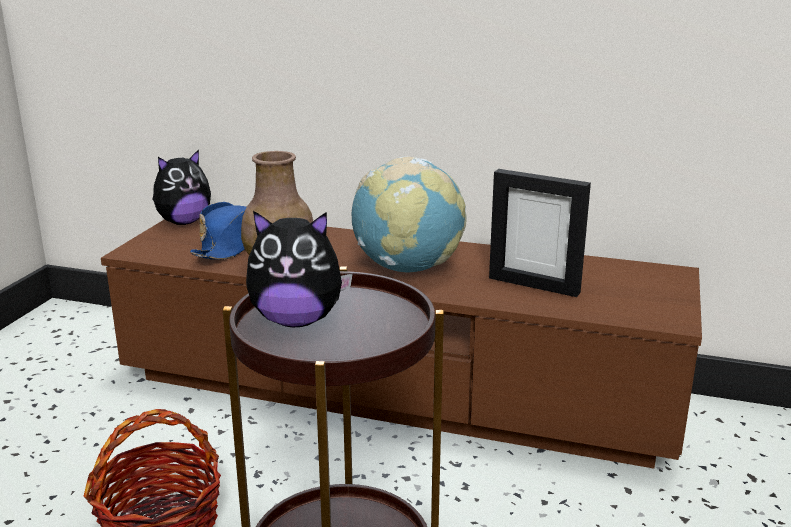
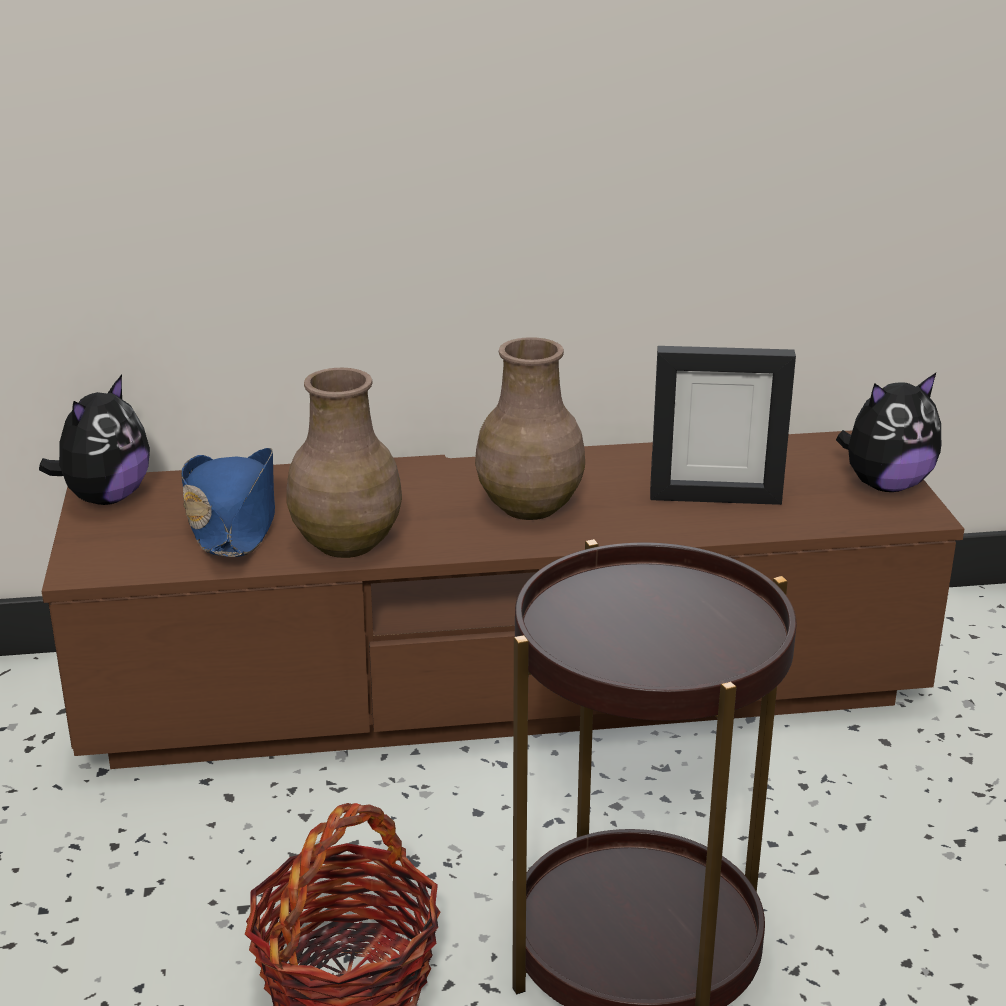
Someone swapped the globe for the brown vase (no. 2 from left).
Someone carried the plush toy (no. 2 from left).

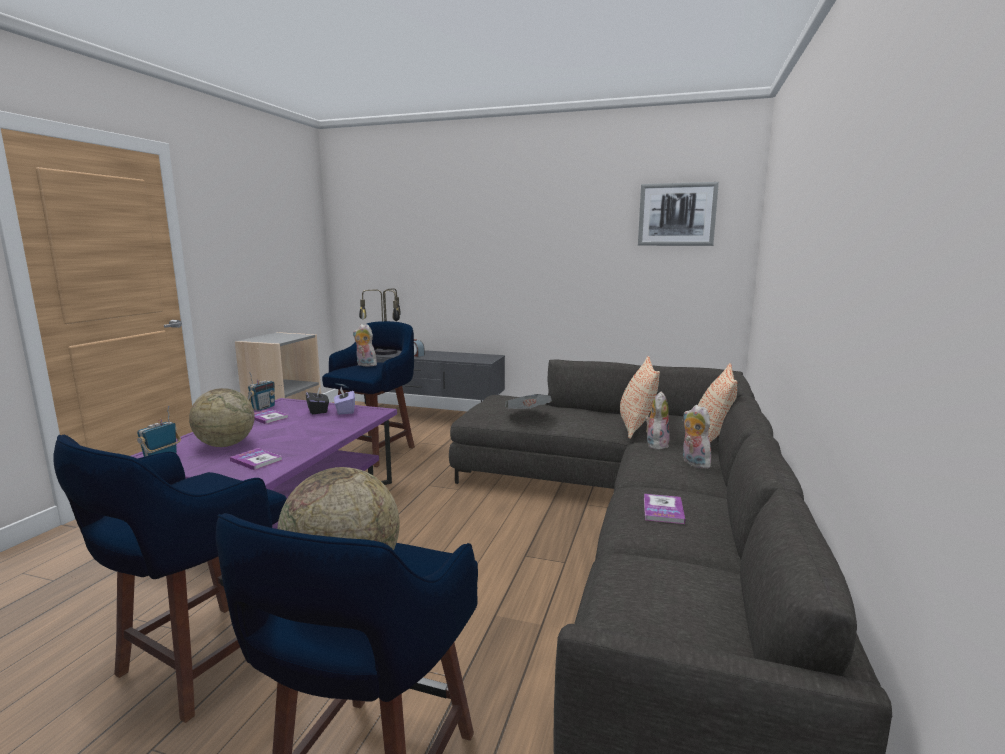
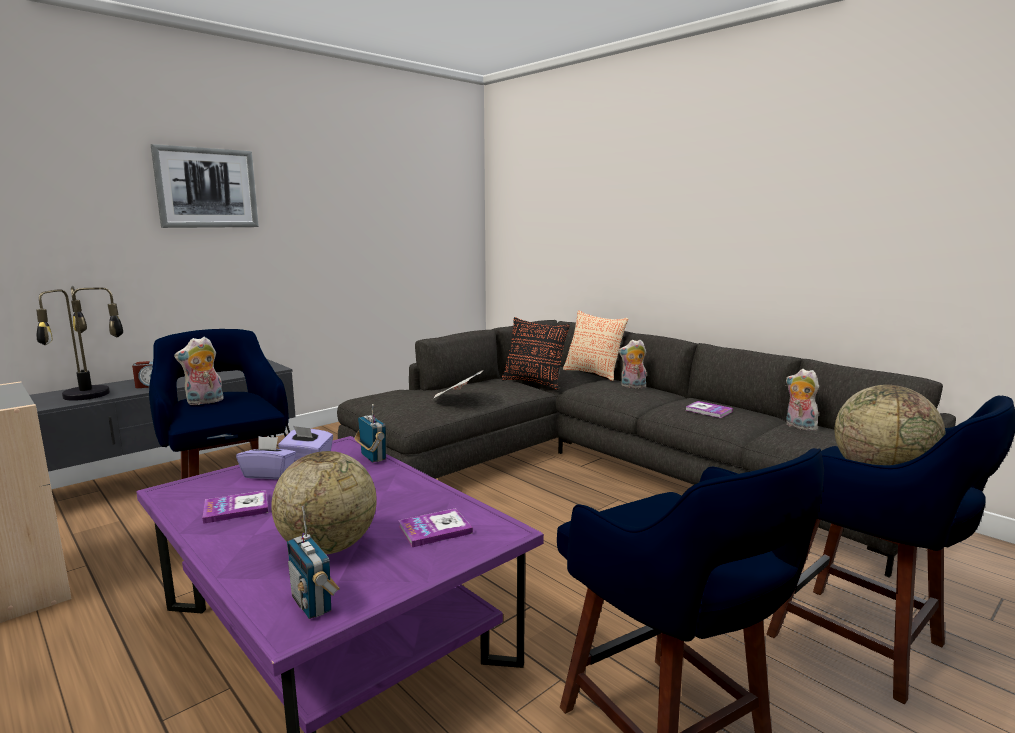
Someone carried the picture.
Someone repainted the beige pillow (no. 1 from left), which became the black pillow.
Someone carried the radio (no. 2 from left).
Someone repainted the black tissue box, which became the purple tissue box (no. 1 from left).
Someone carried the plush toy (no. 2 from left in the first image).

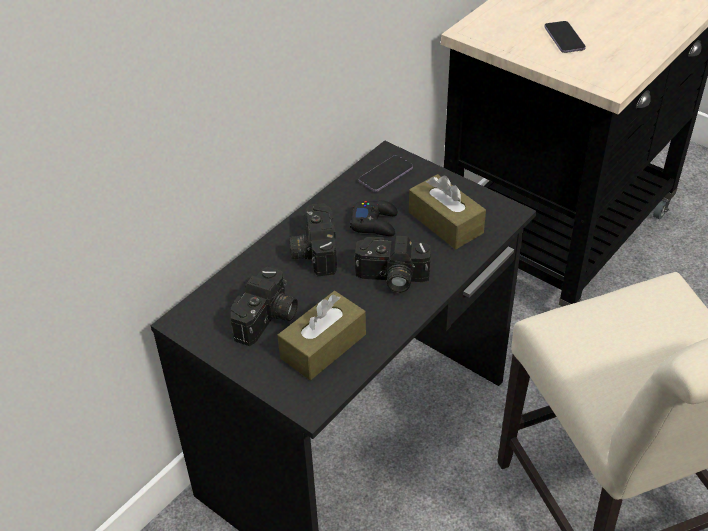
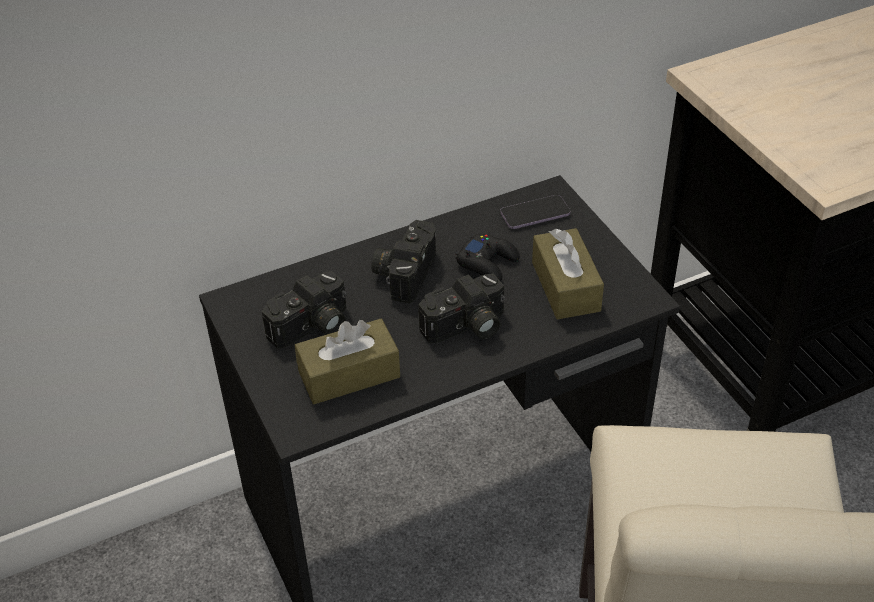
Someone took away the phone (no. 2 from left).
Someone rotated the photo camera (no. 3 from left) by 60 degrees counterclockwise.

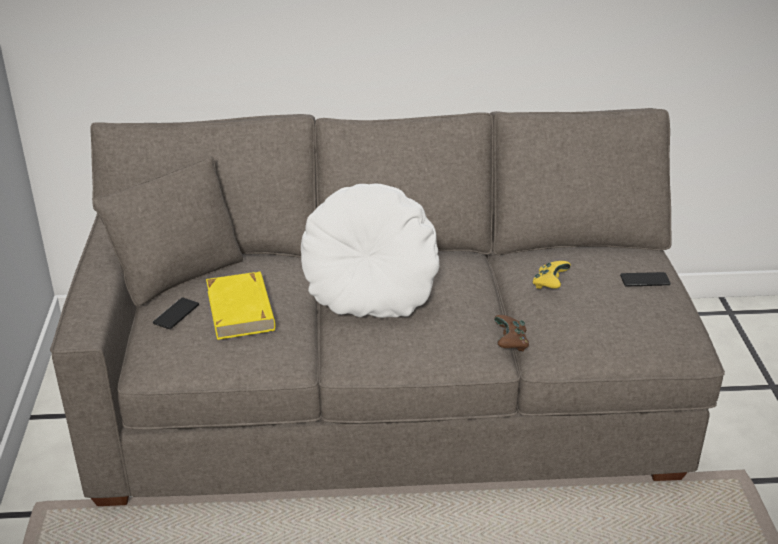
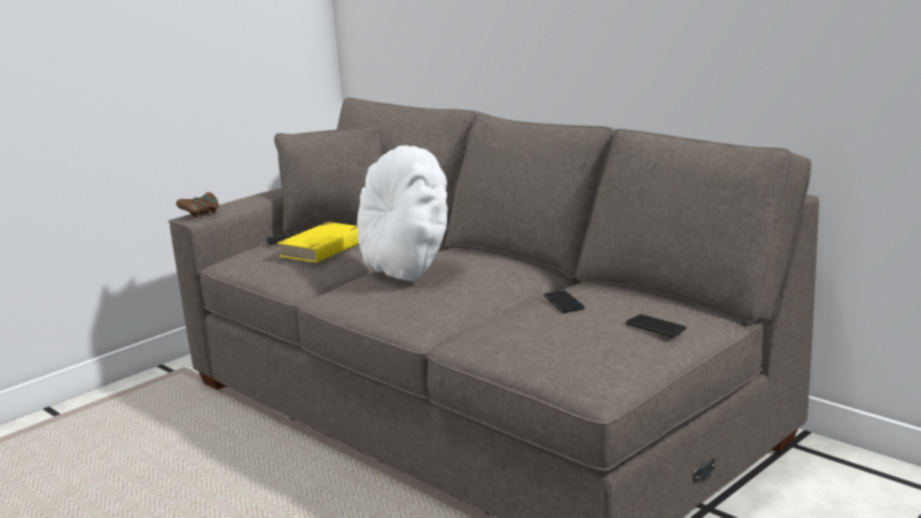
Someone swapped the yellow game controller for the phone (no. 2 from left).
Someone carried the brown game controller.

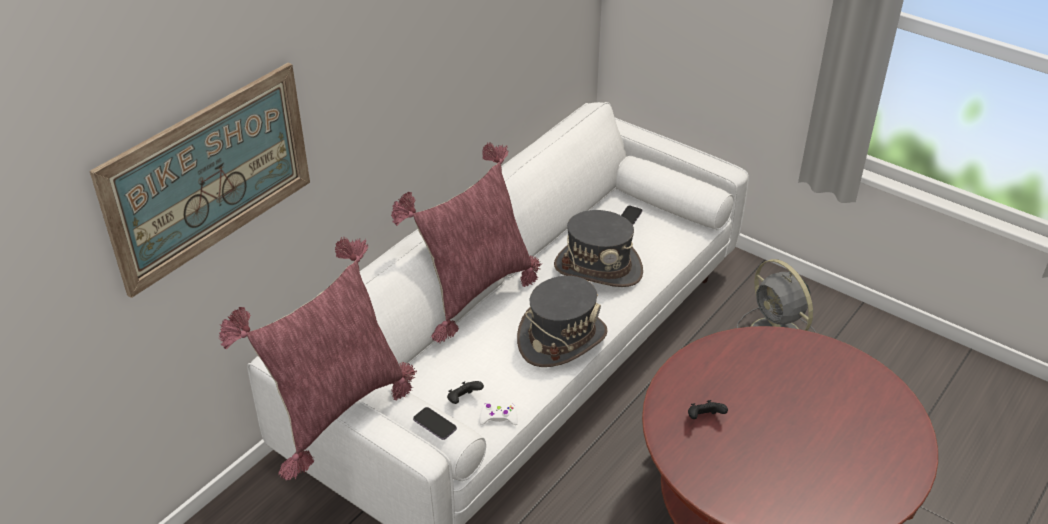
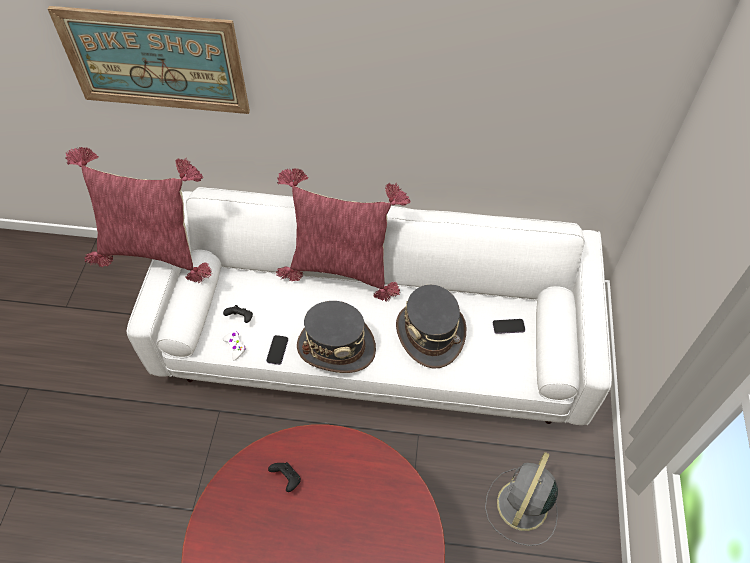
Someone carried the phone (no. 1 from left).

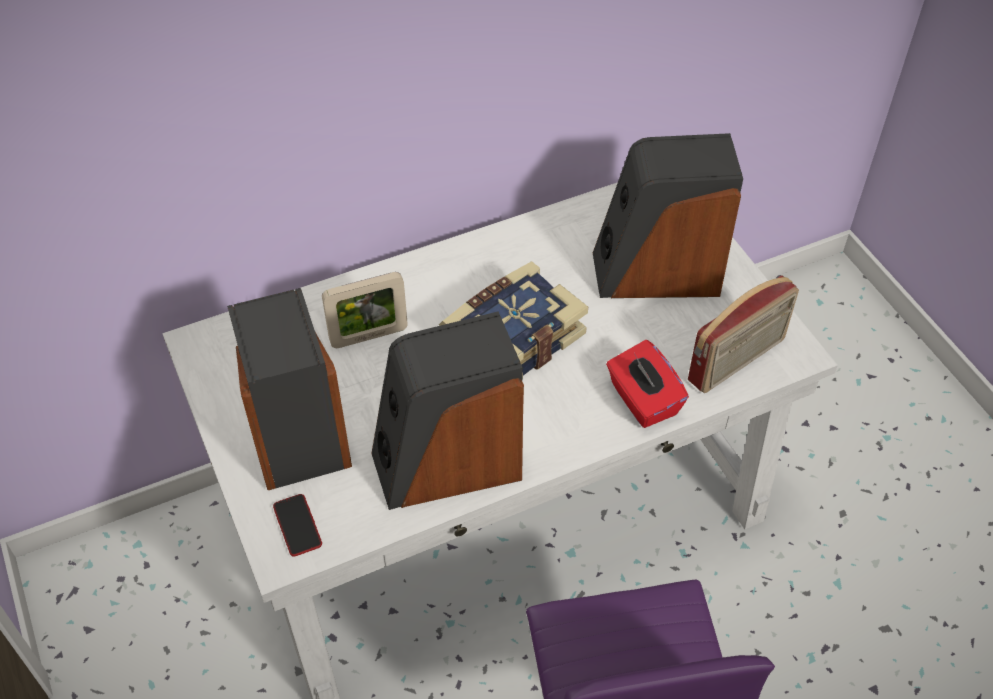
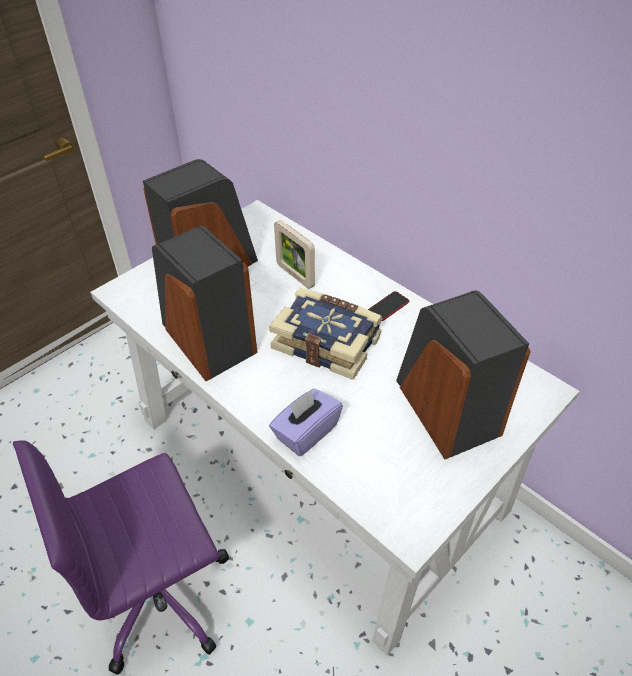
Someone took away the radio.
Someone repainted the red tissue box, which became the purple tissue box.
Someone carried the phone.

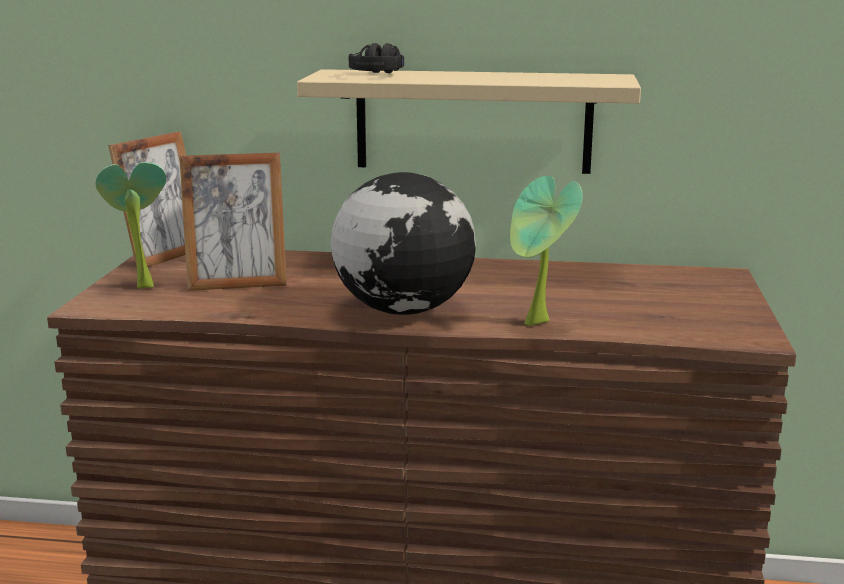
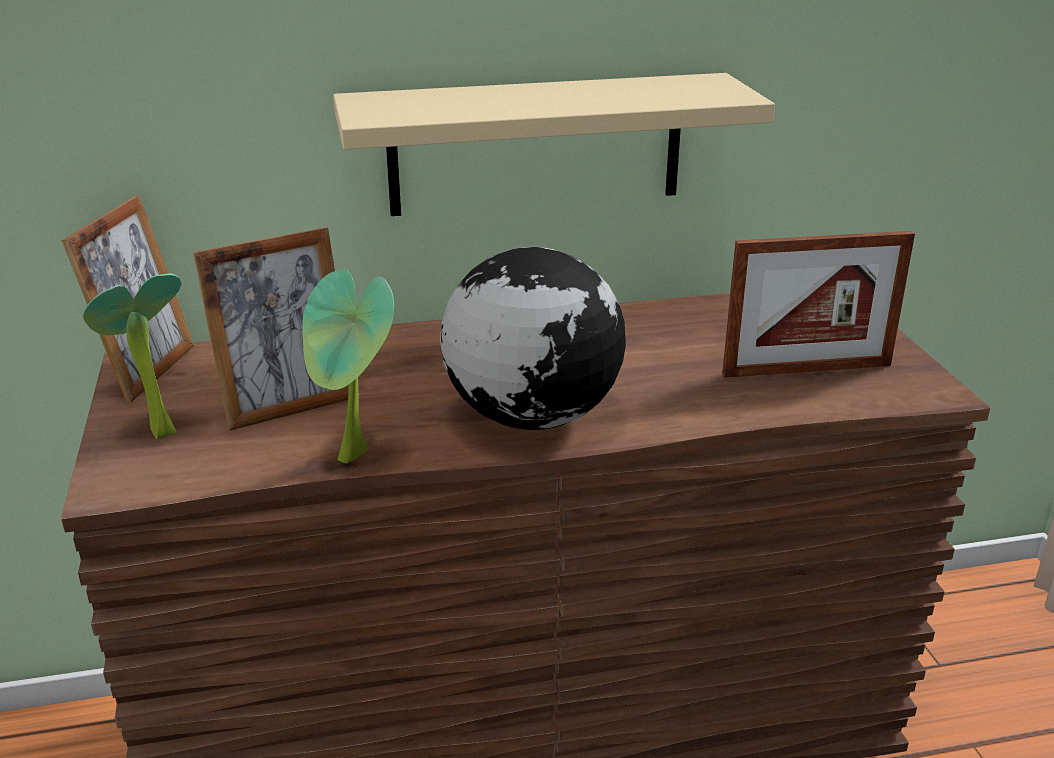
Someone took away the black headphones.
Someone carried the potted plant (no. 2 from left).
Someone put down the picture frame (no. 3 from left).

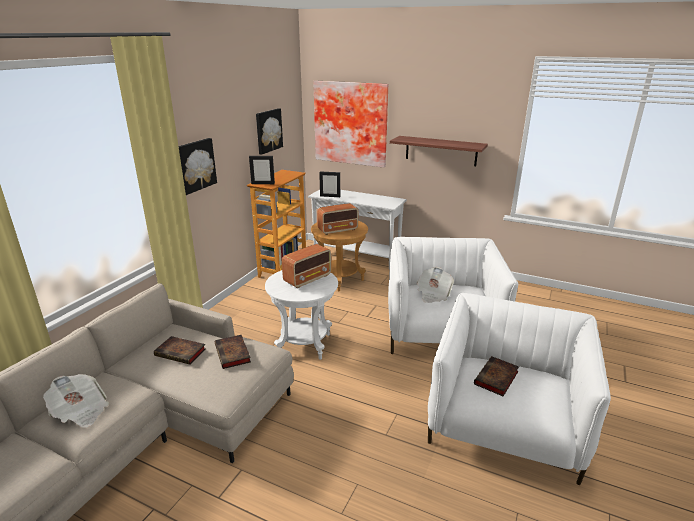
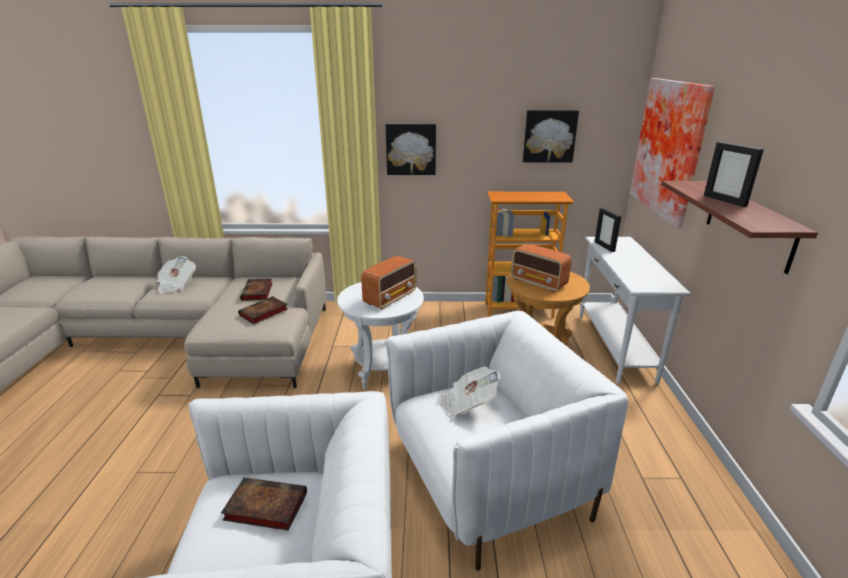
Someone carried the picture frame (no. 1 from left in the first image).
Someone rotated the radio (no. 1 from left) by 75 degrees counterclockwise.

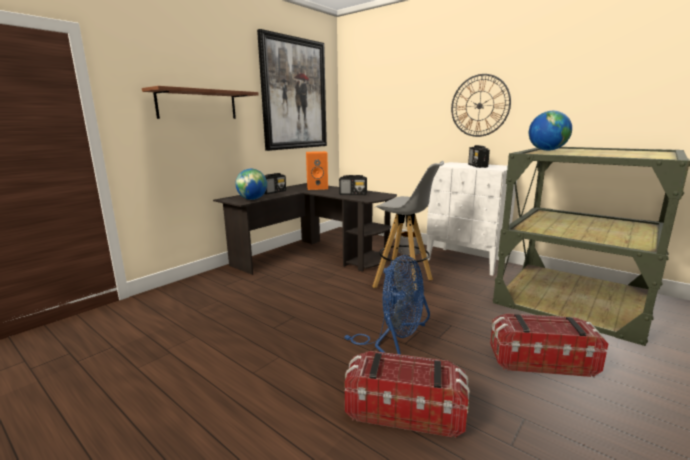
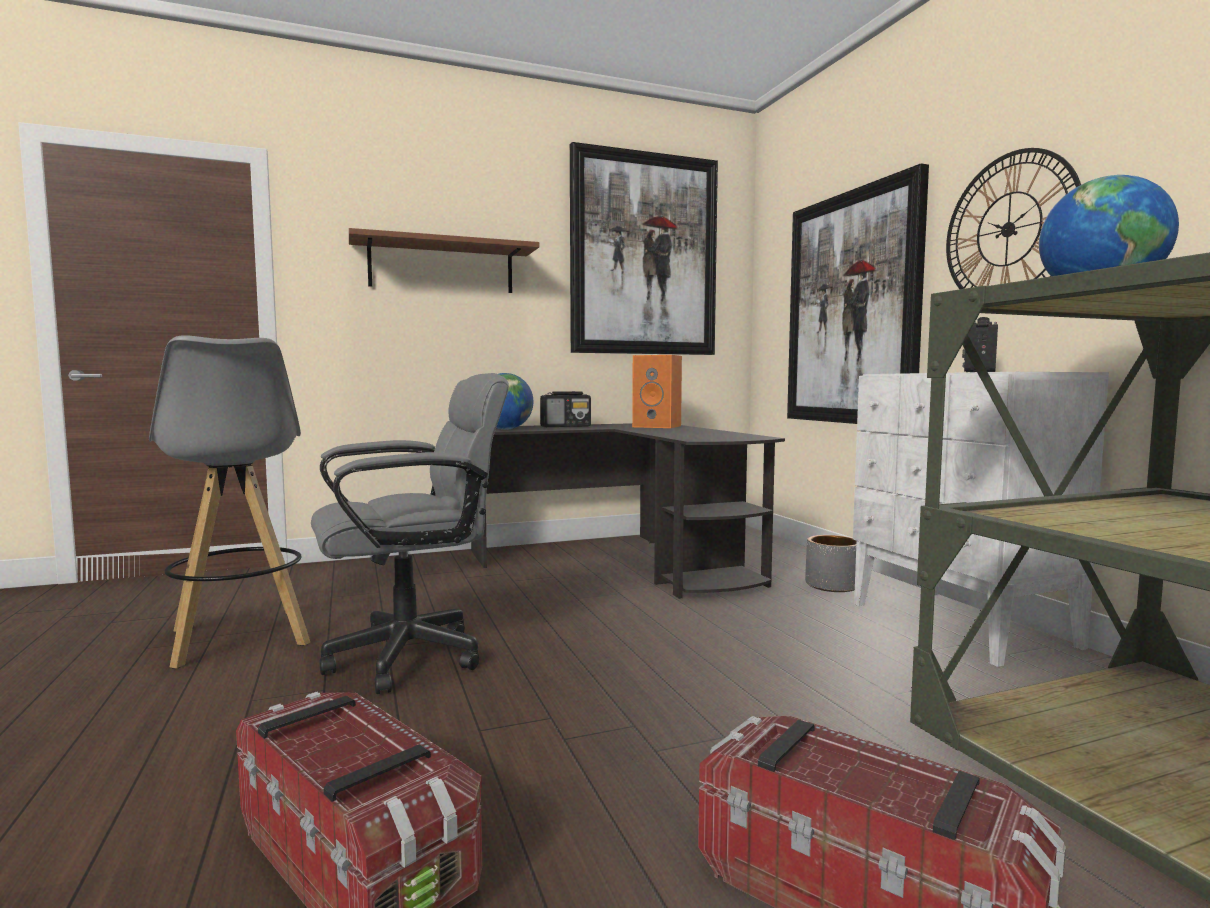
Someone carried the grey stool.
Someone took away the radio (no. 2 from left).
Someone took away the blue fan.
Someone put up the picture (no. 2 from left).
Someone put down the grey office chair.

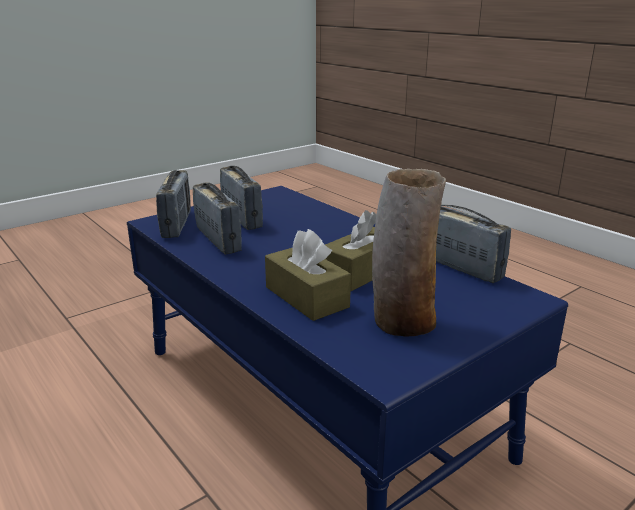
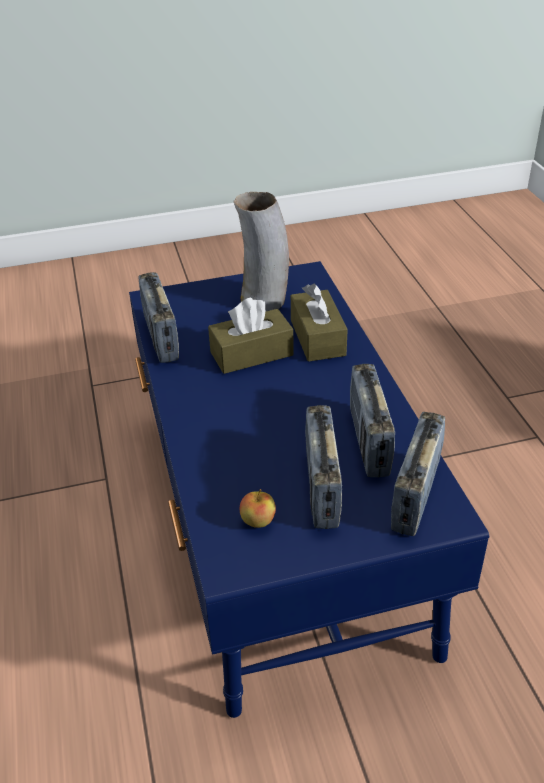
Someone put down the apple.

